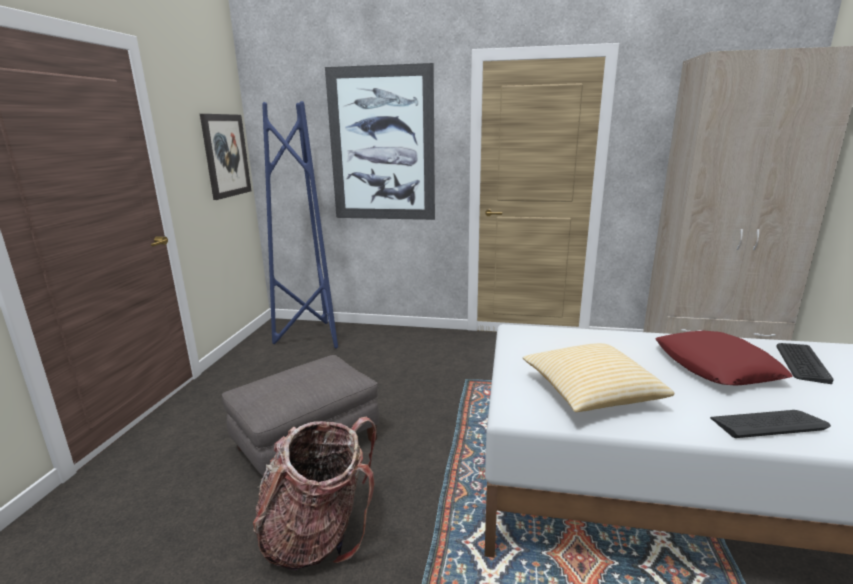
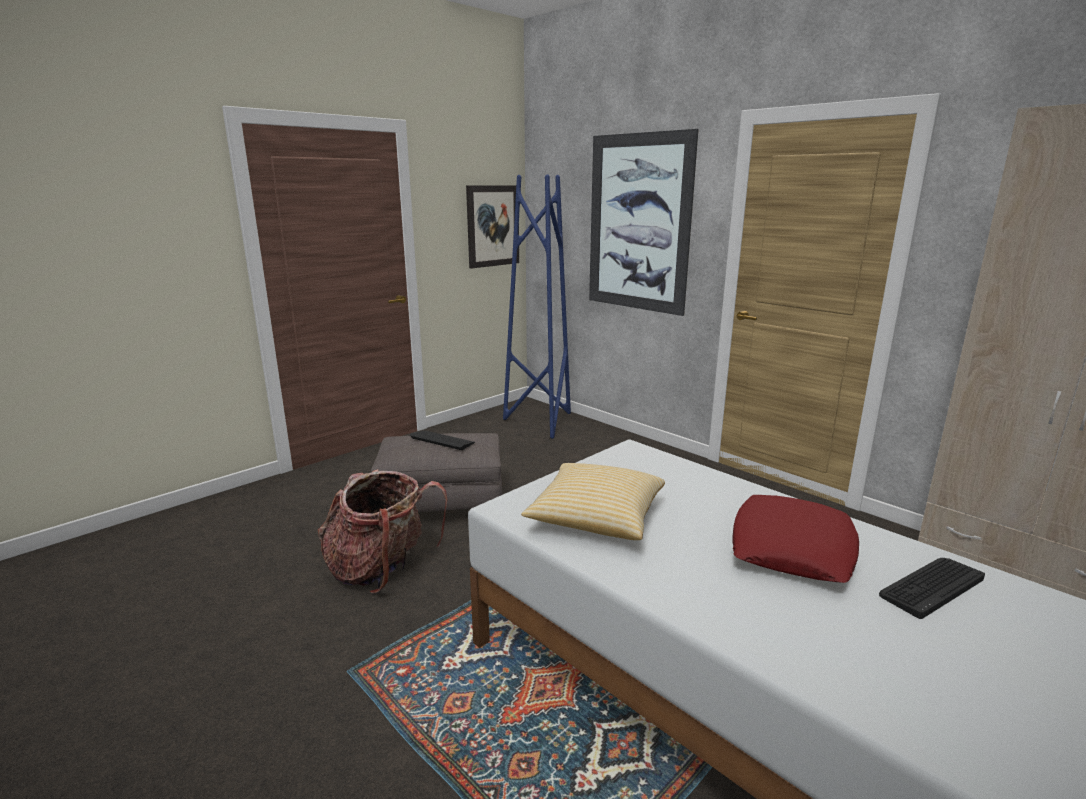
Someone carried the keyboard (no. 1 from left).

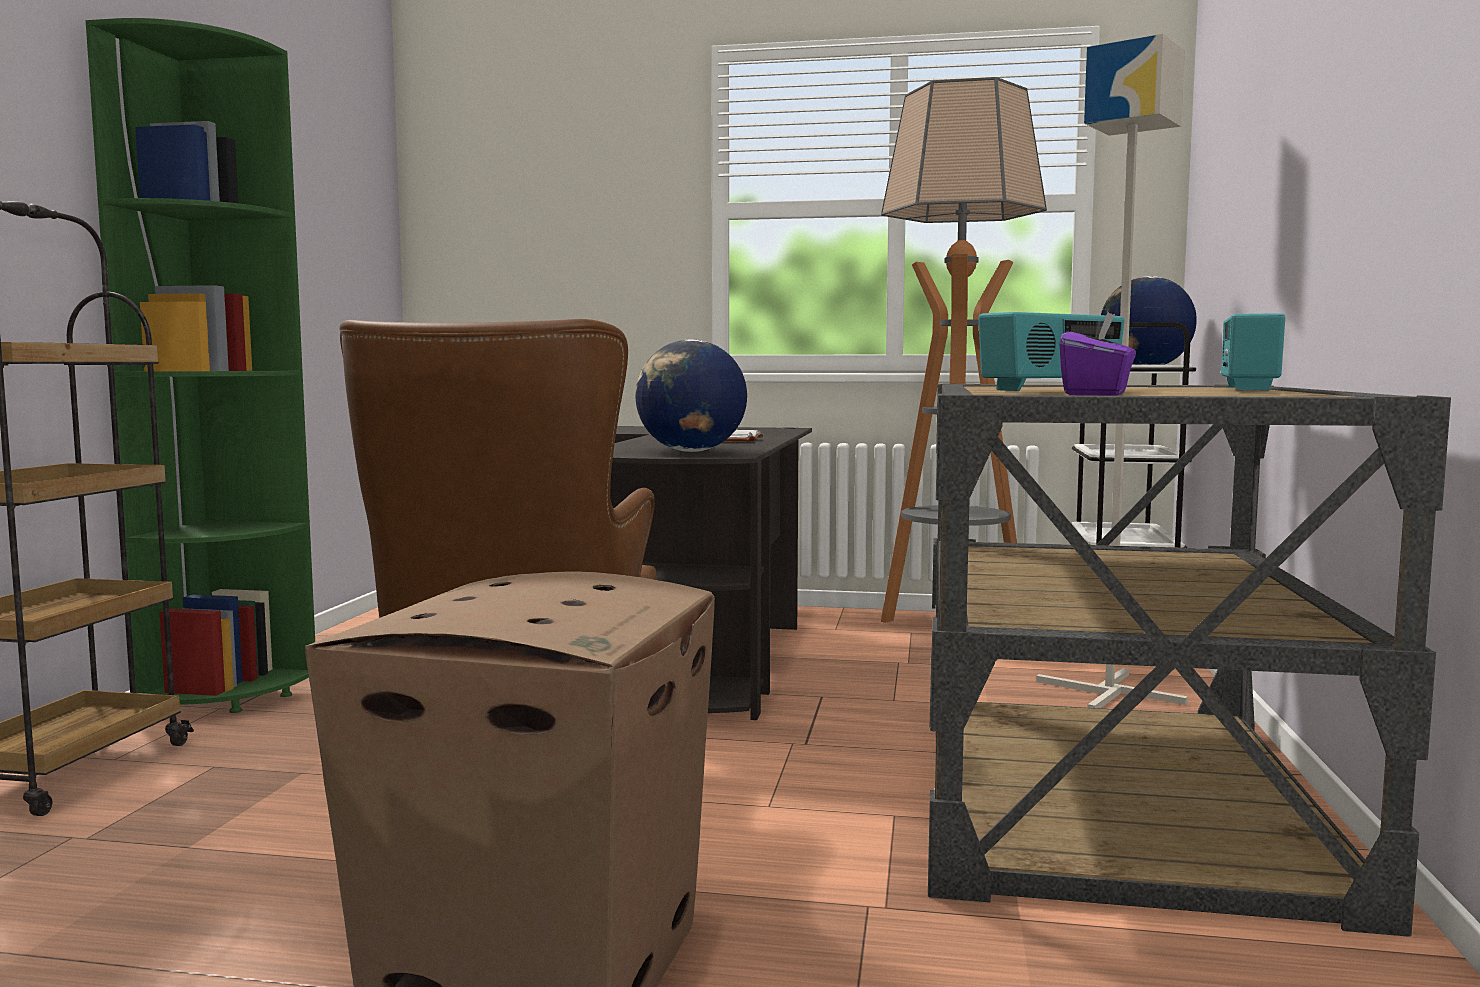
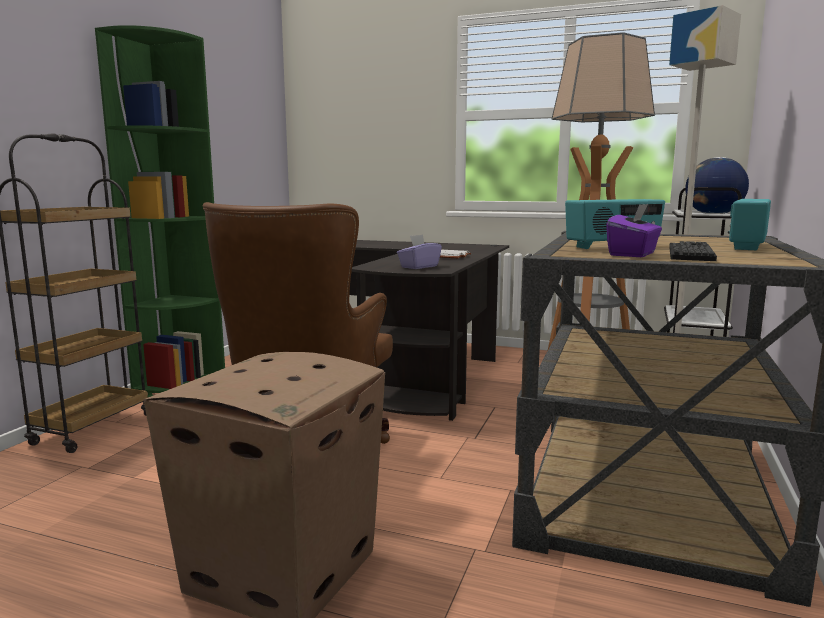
Someone swapped the globe (no. 1 from left) for the purple tissue box (no. 1 from left).
Someone put down the keyboard.

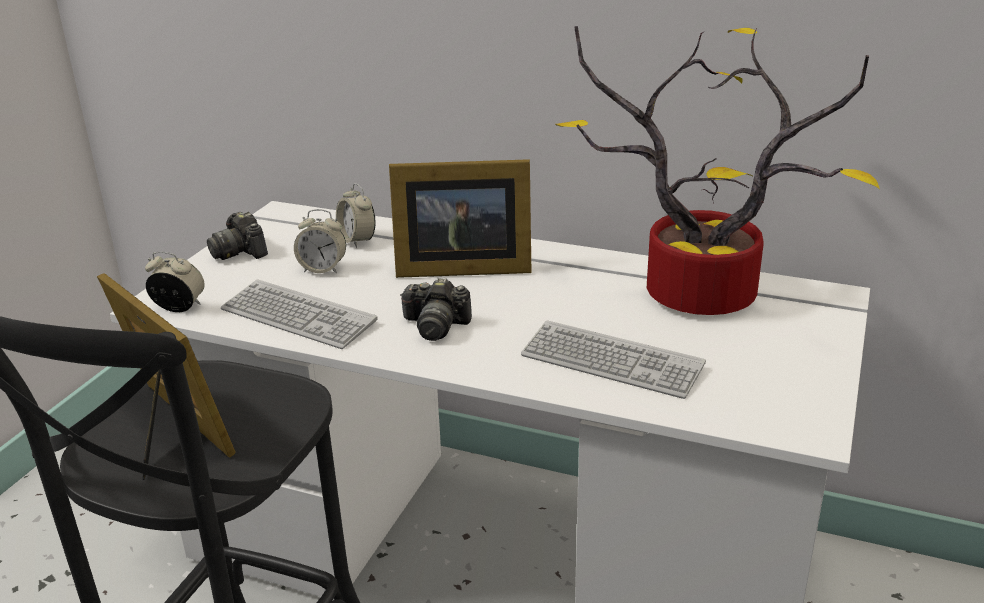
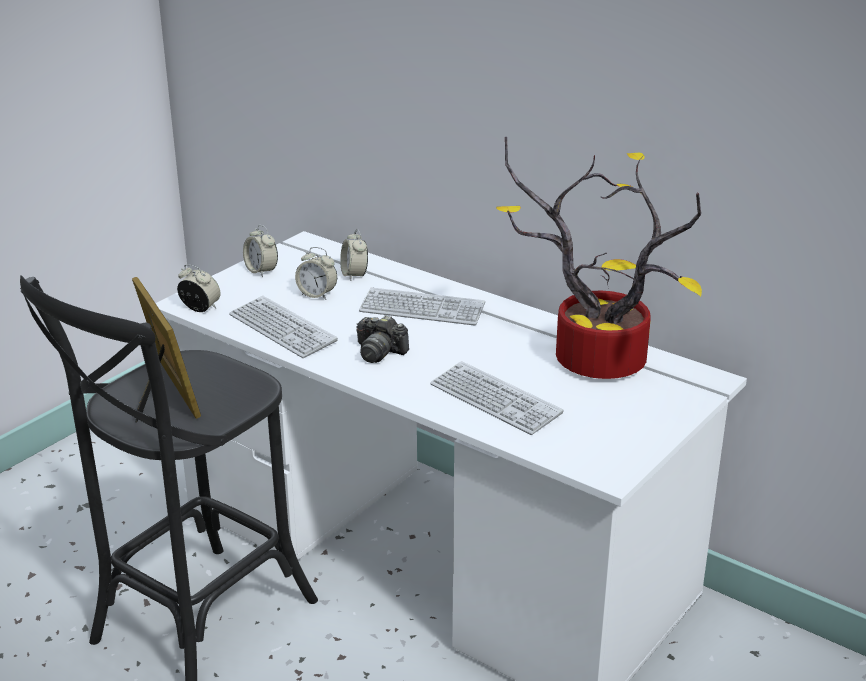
Someone swapped the picture frame (no. 2 from left) for the keyboard (no. 2 from left).
Someone swapped the photo camera (no. 1 from left) for the alarm clock (no. 2 from left).

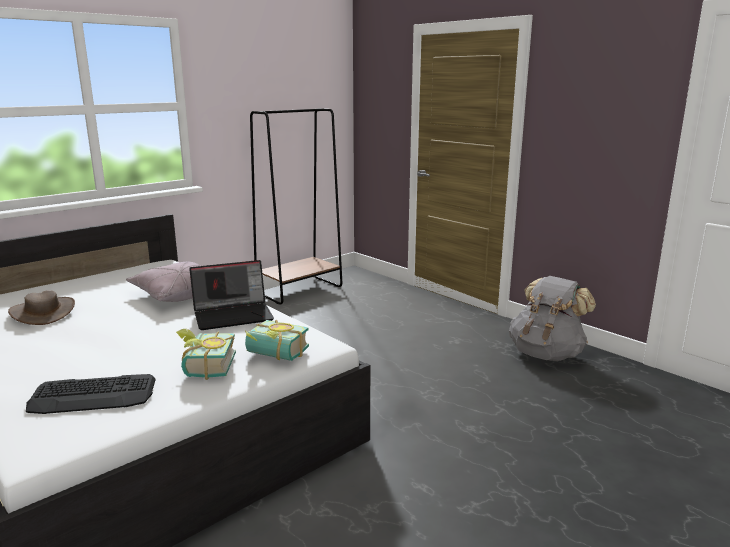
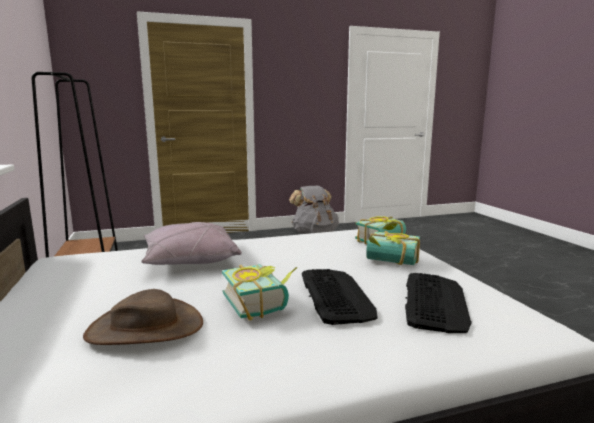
Someone took away the laptop.
Someone put down the book (no. 1 from left).
Someone put down the keyboard (no. 1 from left).

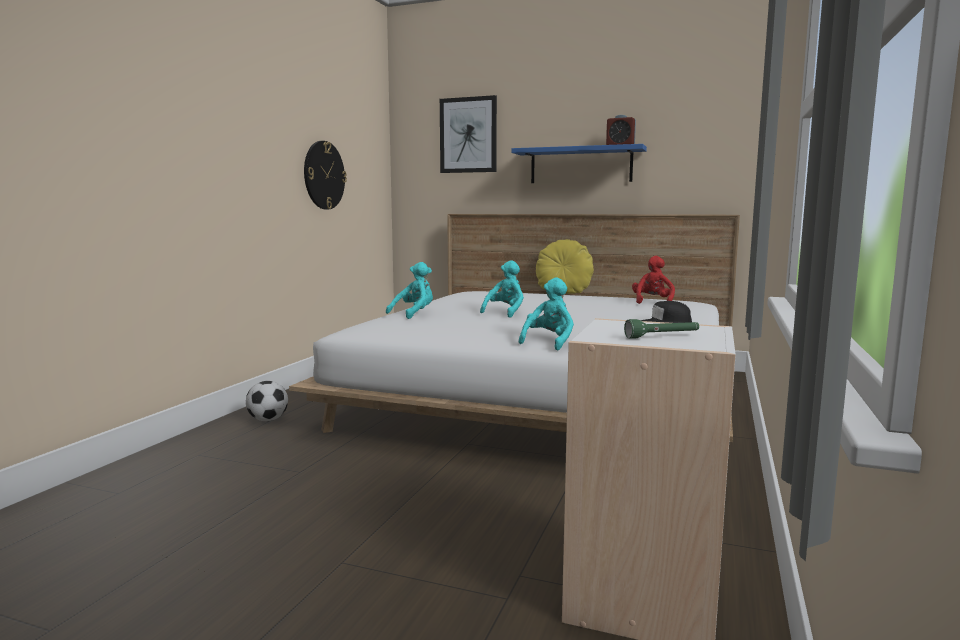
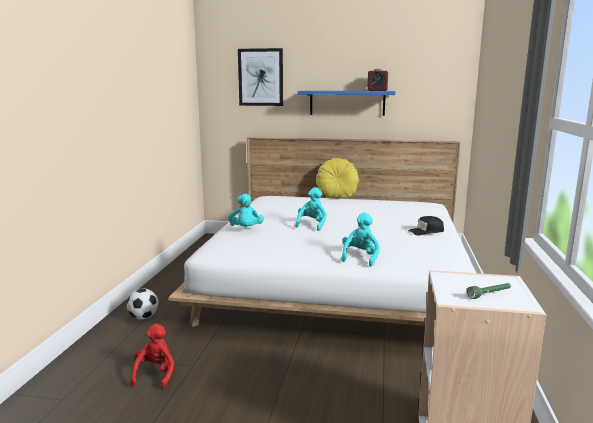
Someone took away the wall clock.
Someone carried the red plush toy.
Someone rotated the turquoise plush toy (no. 1 from left) by 135 degrees clockwise.

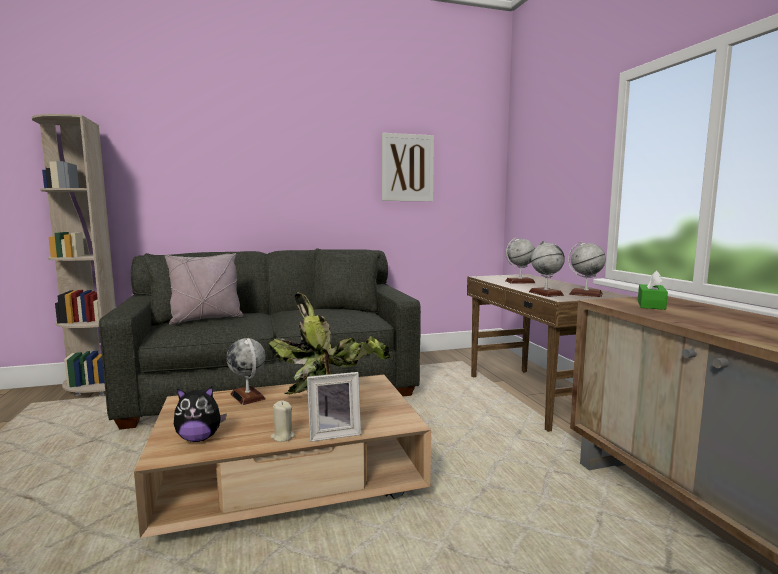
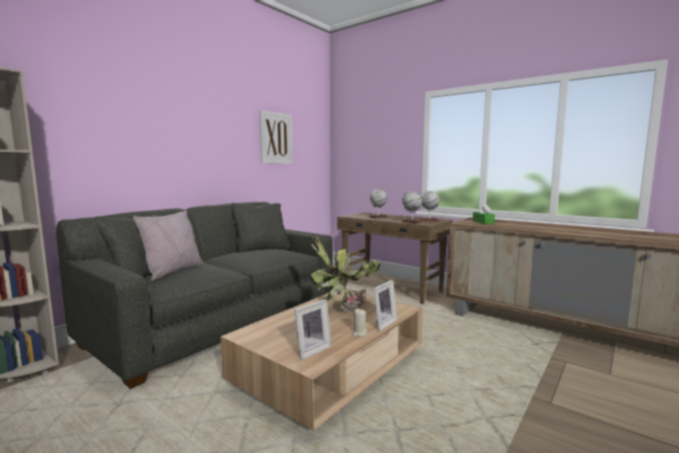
Someone took away the globe (no. 1 from left).
Someone swapped the plush toy for the picture frame (no. 1 from left).

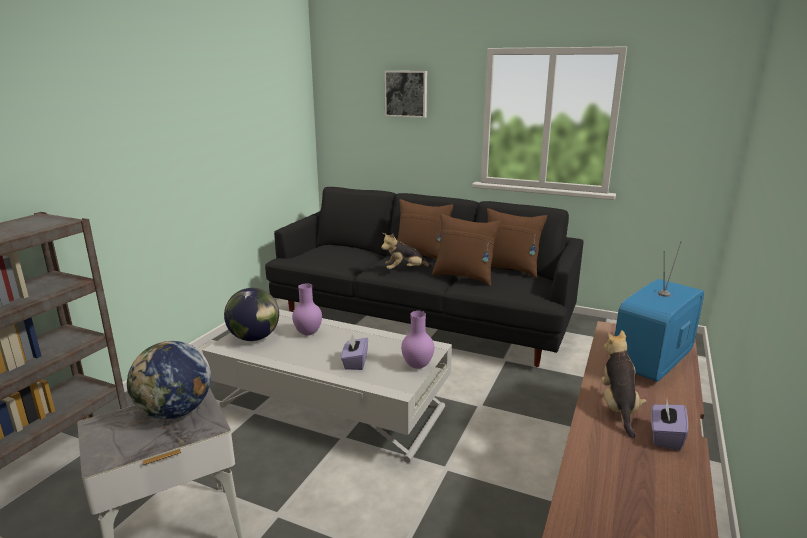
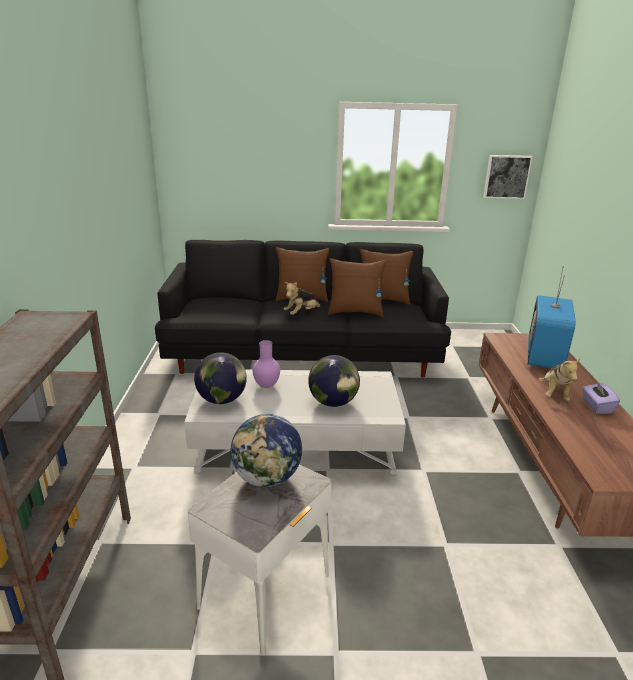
Someone carried the picture.
Someone took away the purple vase (no. 2 from left).
Someone rotated the plush toy (no. 2 from left) by 150 degrees counterclockwise.
Someone swapped the purple tissue box (no. 1 from left) for the globe (no. 3 from left).

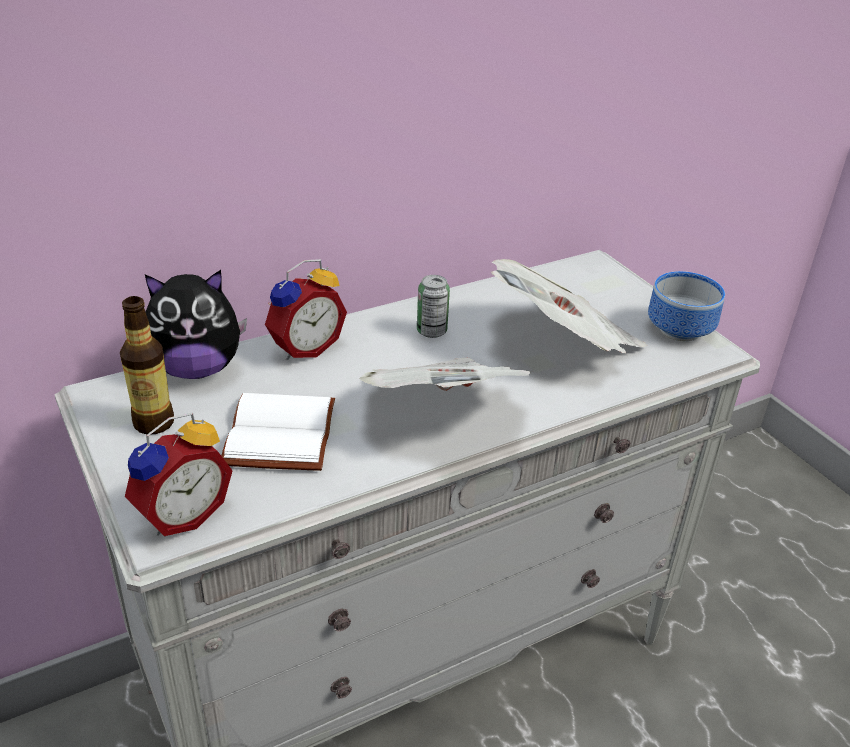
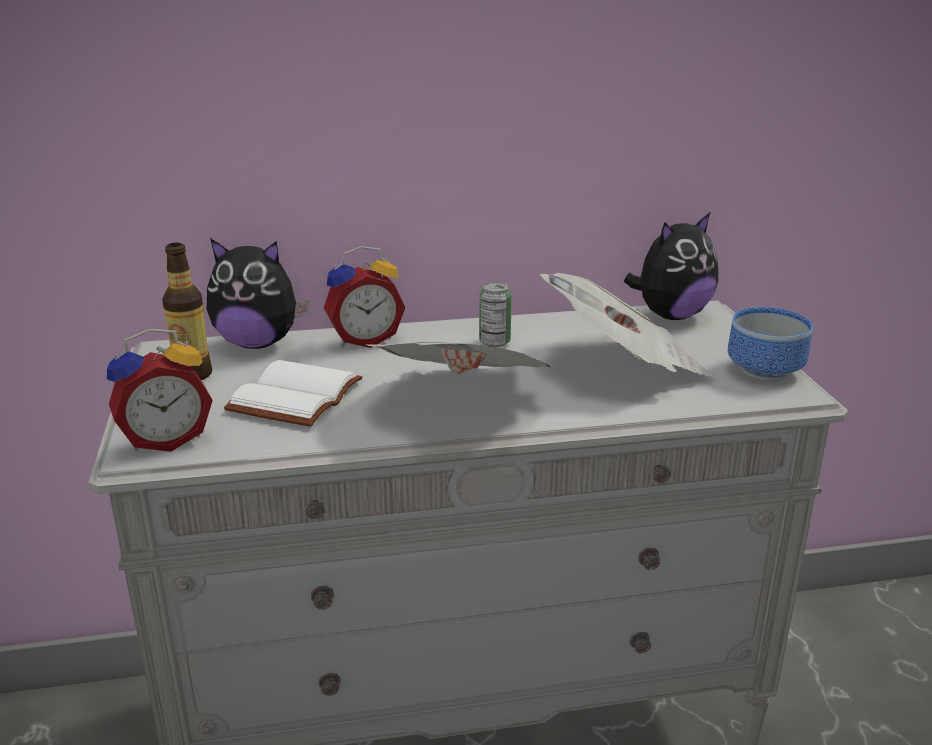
Someone put down the plush toy (no. 2 from left).

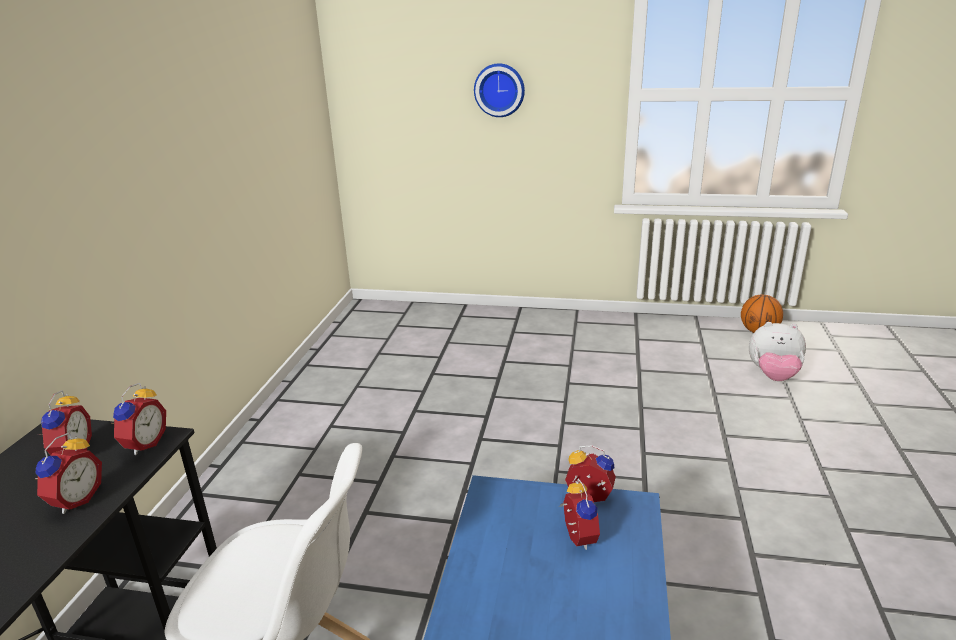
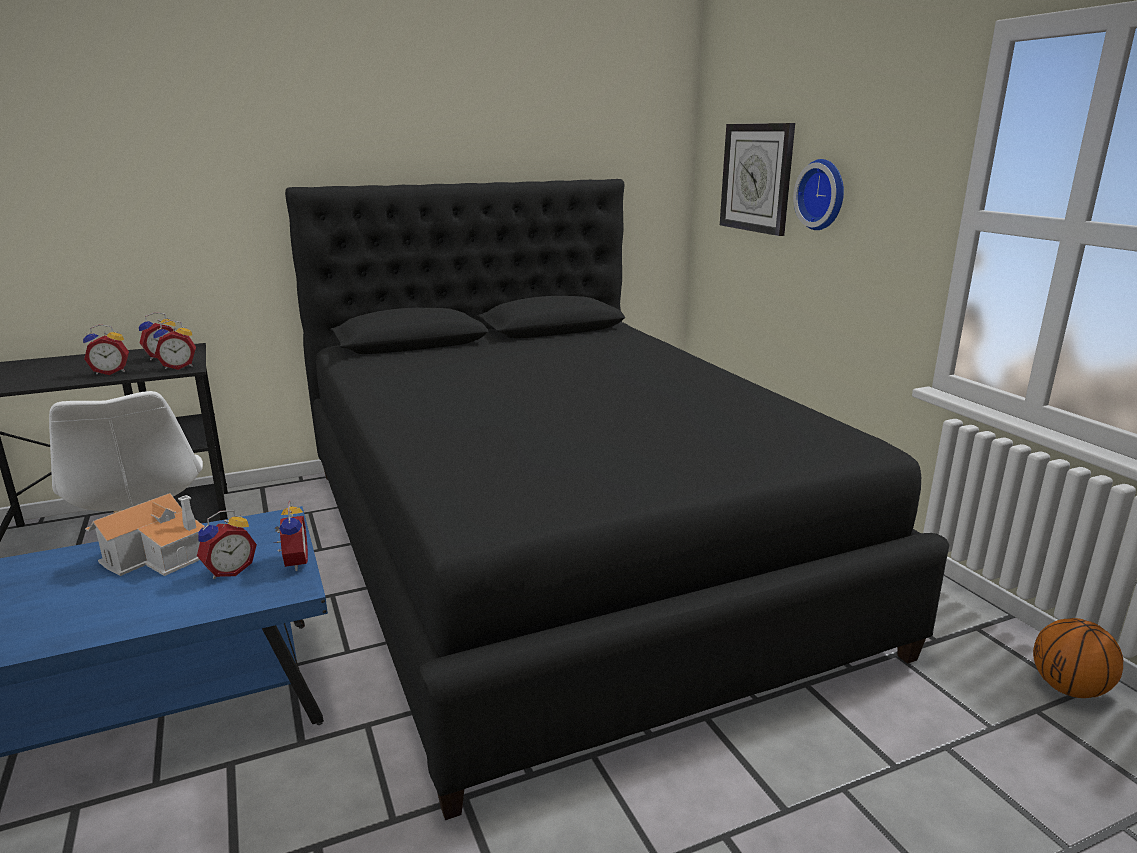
Someone took away the plush toy.
Someone put up the wall clock (no. 1 from left).
Someone put down the black bed.
Someone put down the toy house.

